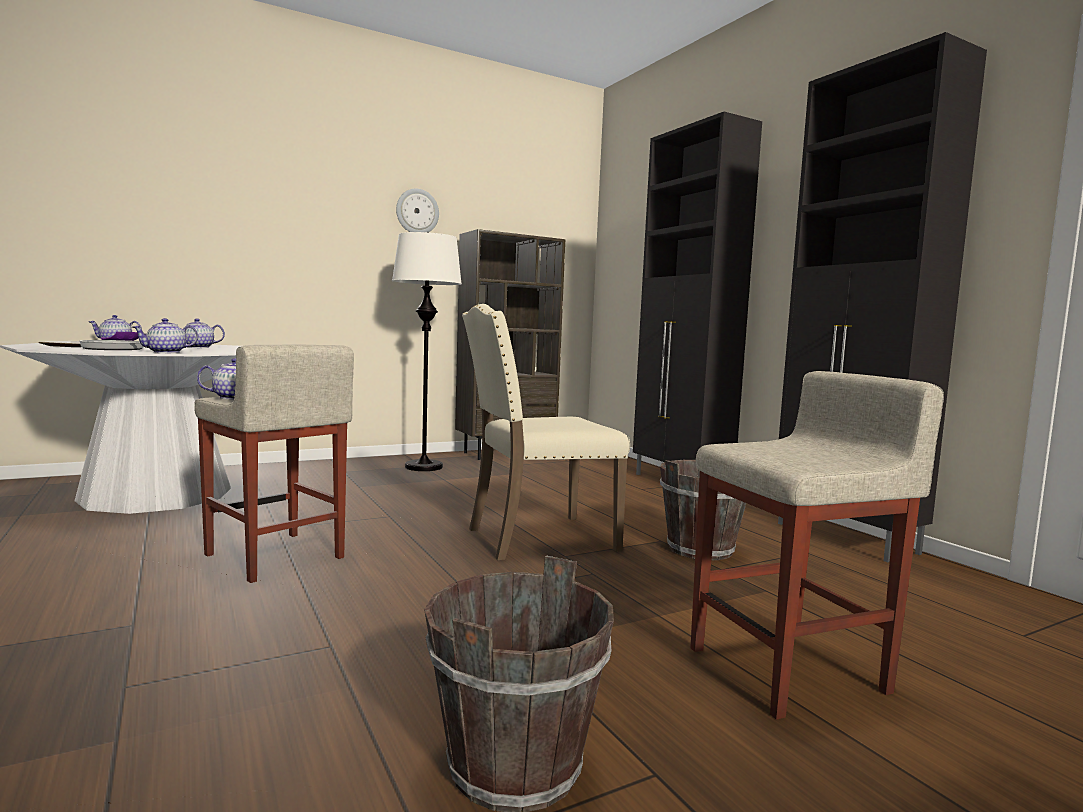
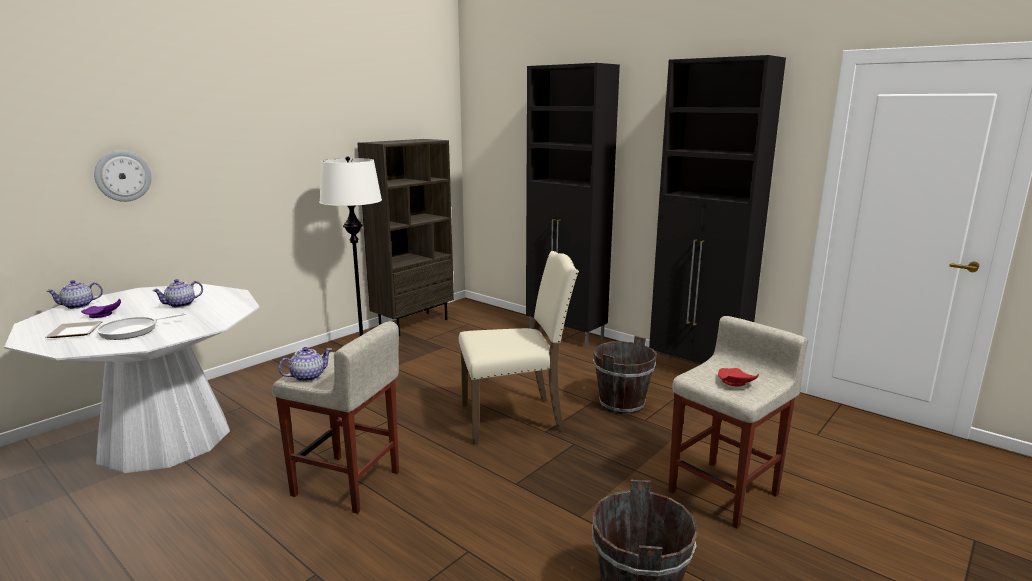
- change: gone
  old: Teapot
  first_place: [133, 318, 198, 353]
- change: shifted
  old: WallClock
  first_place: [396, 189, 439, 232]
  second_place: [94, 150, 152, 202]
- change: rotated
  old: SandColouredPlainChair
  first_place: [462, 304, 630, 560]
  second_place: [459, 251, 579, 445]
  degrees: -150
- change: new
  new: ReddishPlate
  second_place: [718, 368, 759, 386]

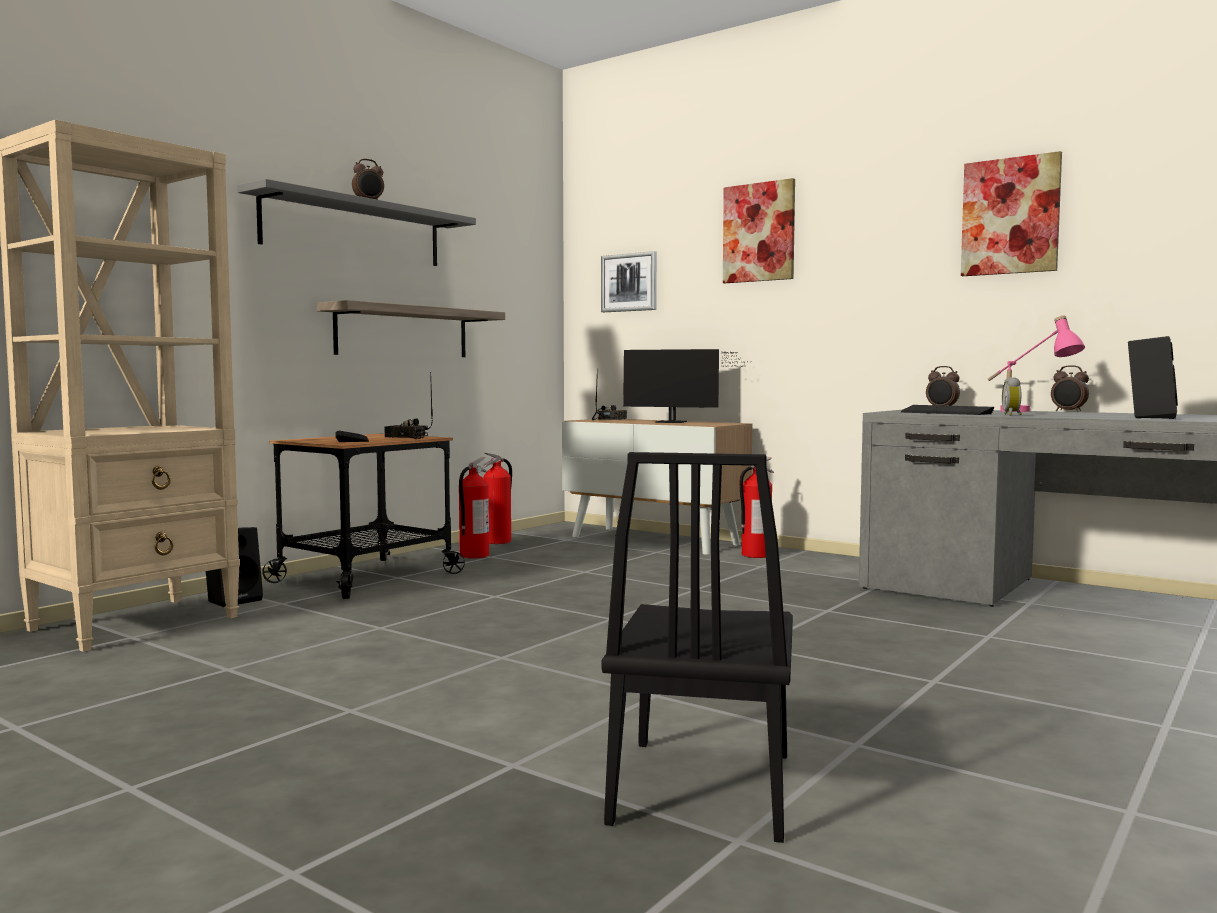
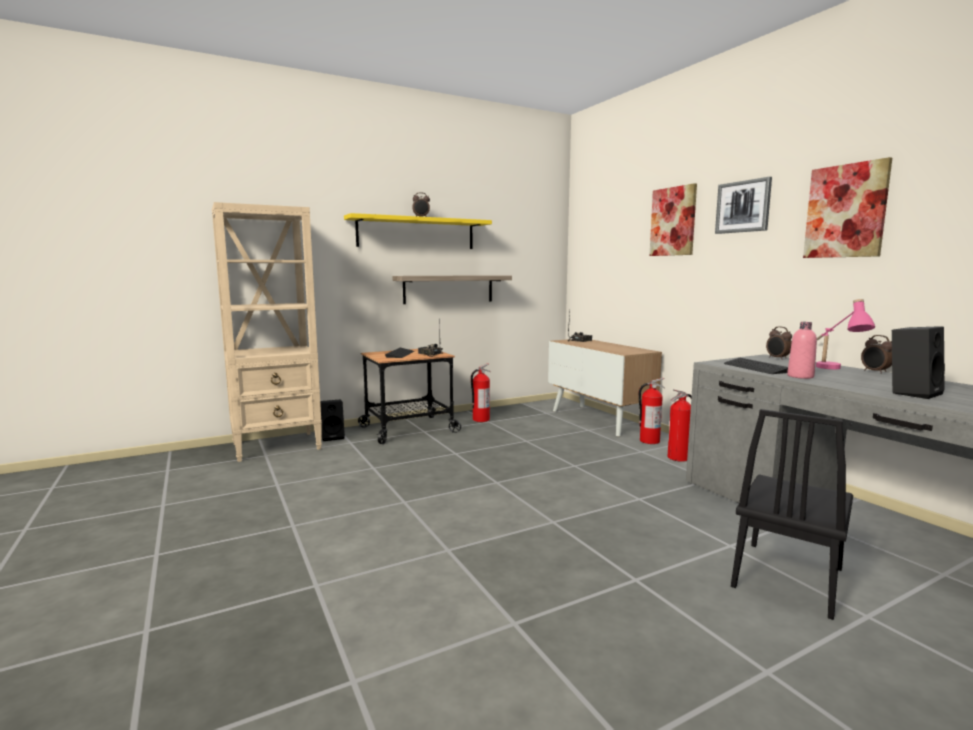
- change: repainted
  old: GreyShelf
  new: YellowShelf
  first_place: [237, 179, 476, 266]
  second_place: [344, 213, 492, 249]
- change: shifted
  old: FireFightingCylinder
  first_place: [482, 453, 512, 544]
  second_place: [667, 390, 692, 462]
- change: shifted
  old: Picture
  first_place: [601, 251, 657, 312]
  second_place: [715, 177, 772, 234]
- change: shifted
  old: BlackColouredPlainChair
  first_place: [602, 452, 793, 843]
  second_place: [731, 409, 853, 620]
- change: gone
  old: ComputerScreen
  first_place: [623, 349, 751, 423]
- change: swapped
  old: TableClock
  new: PinkColouredDrinkBottle
  first_place: [1002, 377, 1022, 415]
  second_place: [787, 322, 817, 379]

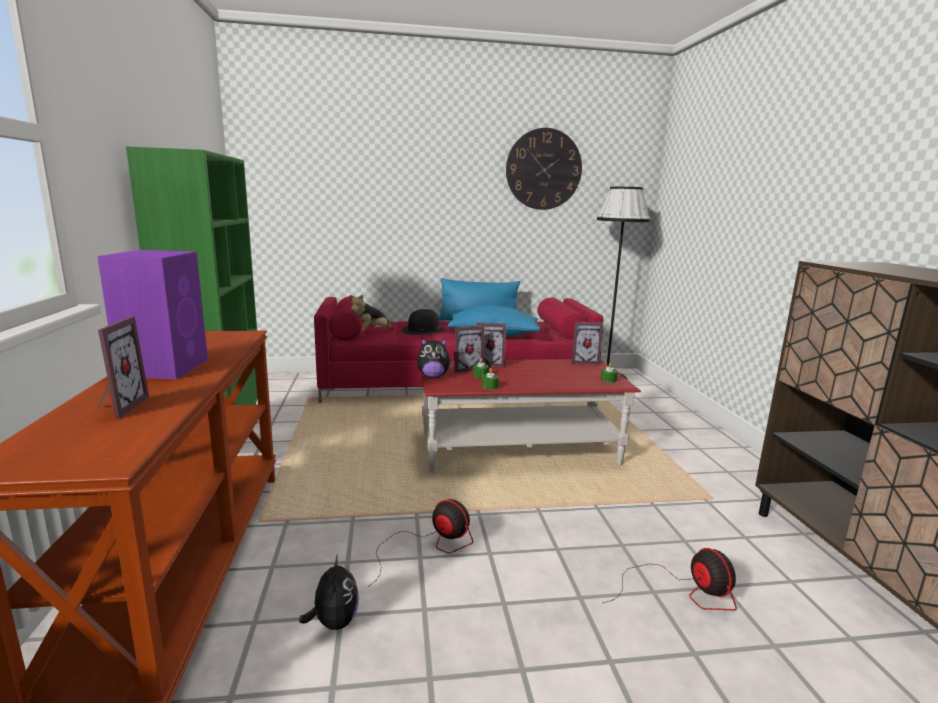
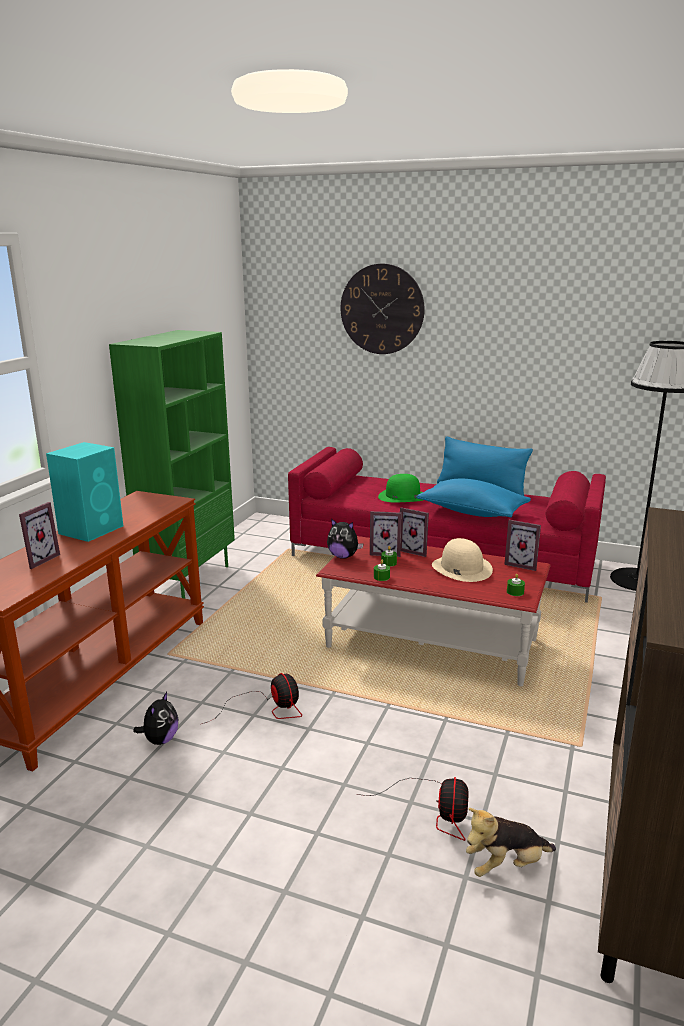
- change: repainted
  old: PurpleSpeaker
  new: TurquoiseSpeaker
  first_place: [97, 250, 208, 379]
  second_place: [46, 442, 123, 542]
- change: shifted
  old: SoftToy
  first_place: [349, 294, 393, 331]
  second_place: [466, 808, 556, 877]
- change: repainted
  old: BlackColouredWearableHat
  new: GreenColouredWearableHat
  first_place: [401, 309, 446, 335]
  second_place: [378, 474, 423, 502]
- change: shifted
  old: WallClock
  first_place: [506, 128, 582, 210]
  second_place: [341, 264, 425, 354]
- change: new
  new: SandColouredWearableHat
  second_place: [432, 538, 493, 582]

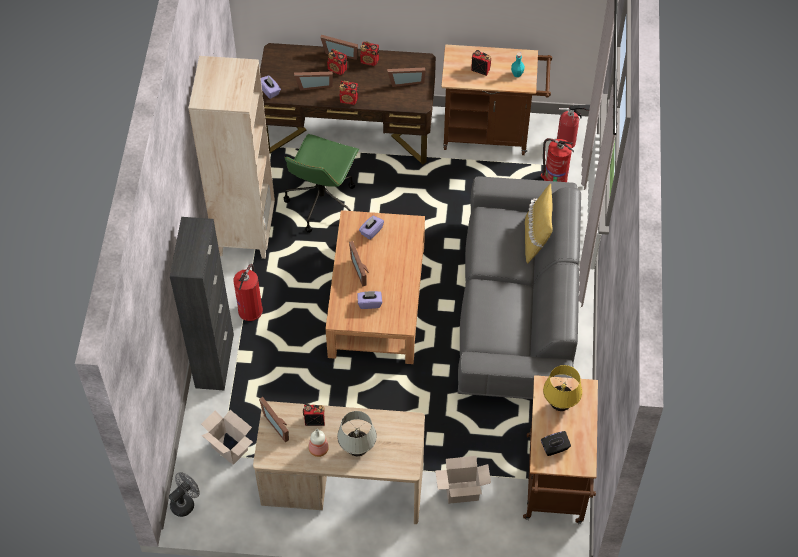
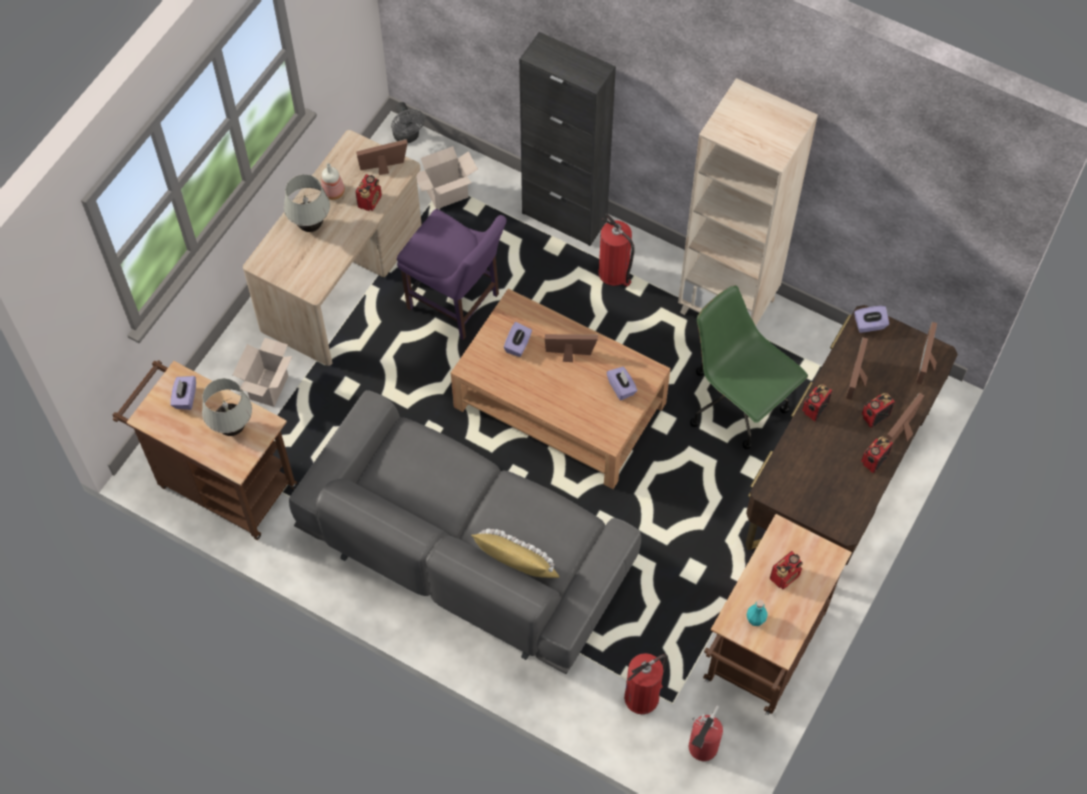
- change: shifted
  old: PhotoFrame
  first_place: [387, 67, 426, 87]
  second_place: [916, 322, 937, 385]
- change: repainted
  old: BlackColouredBoxOfTissues
  new: PurpleBoxOfTissues
  first_place: [541, 431, 571, 456]
  second_place: [170, 376, 196, 410]
- change: repainted
  old: YellowTableLamp
  new: WhitishTableLamp
  first_place: [543, 365, 582, 411]
  second_place: [202, 378, 252, 436]
- change: new
  new: PurplePlainChair
  second_place: [397, 209, 507, 340]

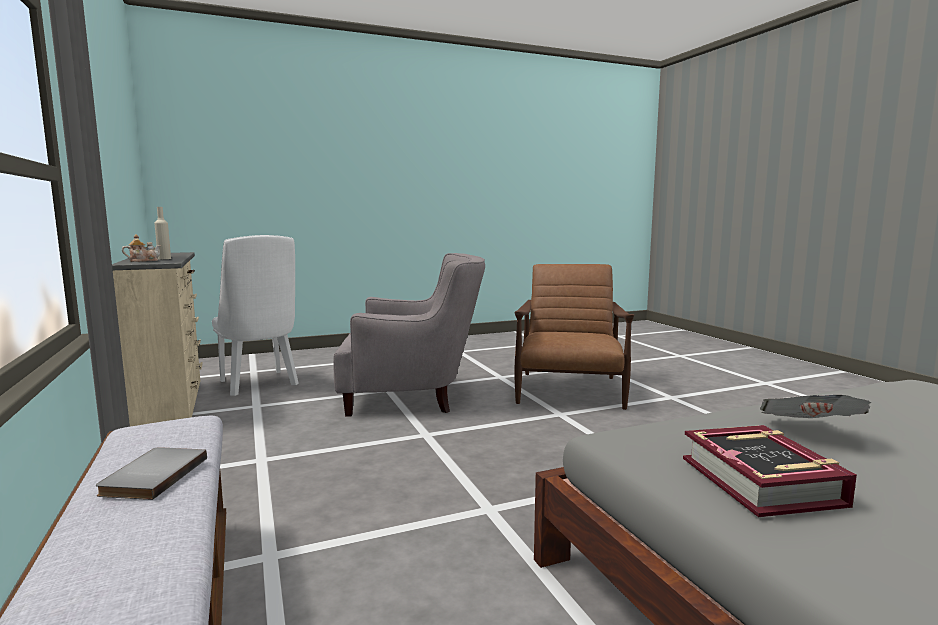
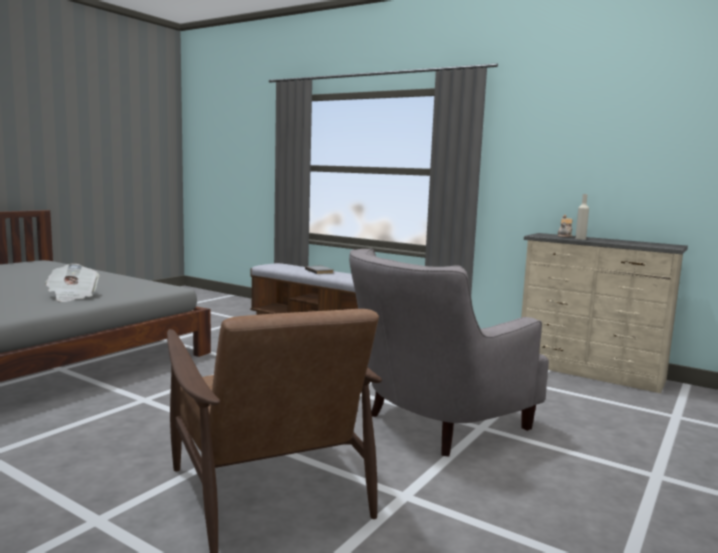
- change: gone
  old: WhitishPlainChair
  first_place: [212, 235, 299, 396]
- change: gone
  old: Volume
  first_place: [683, 425, 857, 517]

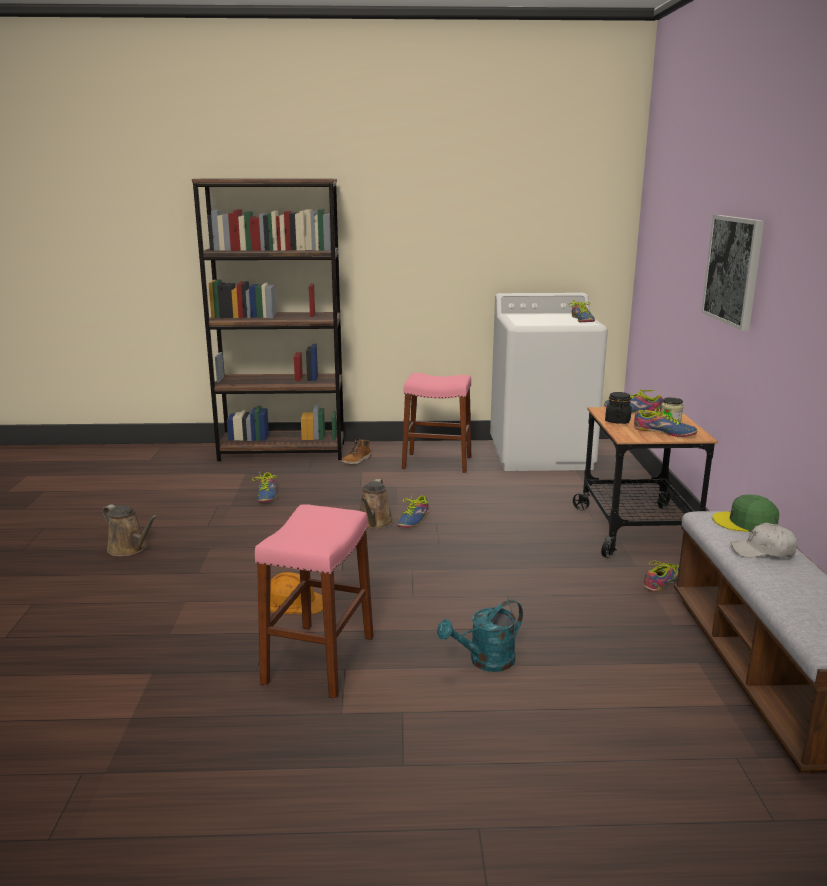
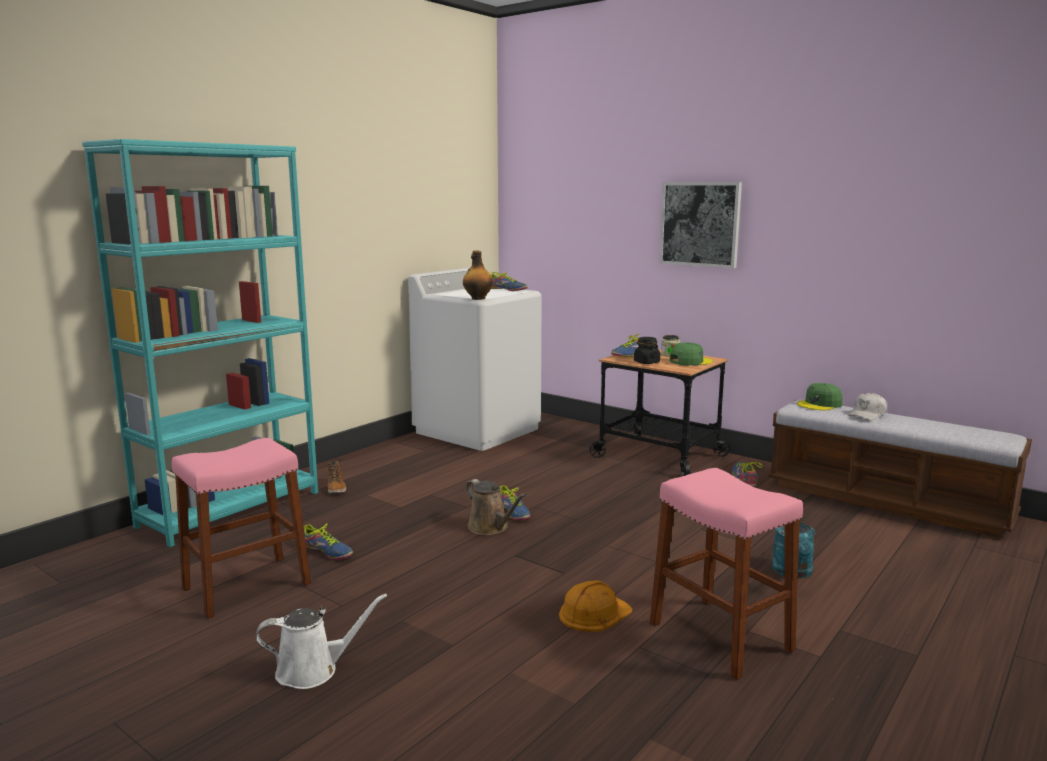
- change: repainted
  old: BrownWateringPot
  new: WhitishWateringPot
  first_place: [103, 504, 158, 556]
  second_place: [256, 594, 387, 689]
- change: repainted
  old: BrownBookshelf
  new: TurquoiseBookshelf
  first_place: [192, 178, 344, 461]
  second_place: [82, 139, 318, 547]
- change: shifted
  old: PinkColouredSittingStool
  first_place: [402, 373, 471, 473]
  second_place: [172, 438, 311, 619]
- change: swapped
  old: Shoe
  new: GreenColouredPeakedCap
  first_place: [634, 408, 697, 437]
  second_place: [670, 343, 713, 366]
- change: new
  new: DrinkBottle
  second_place: [463, 251, 493, 300]

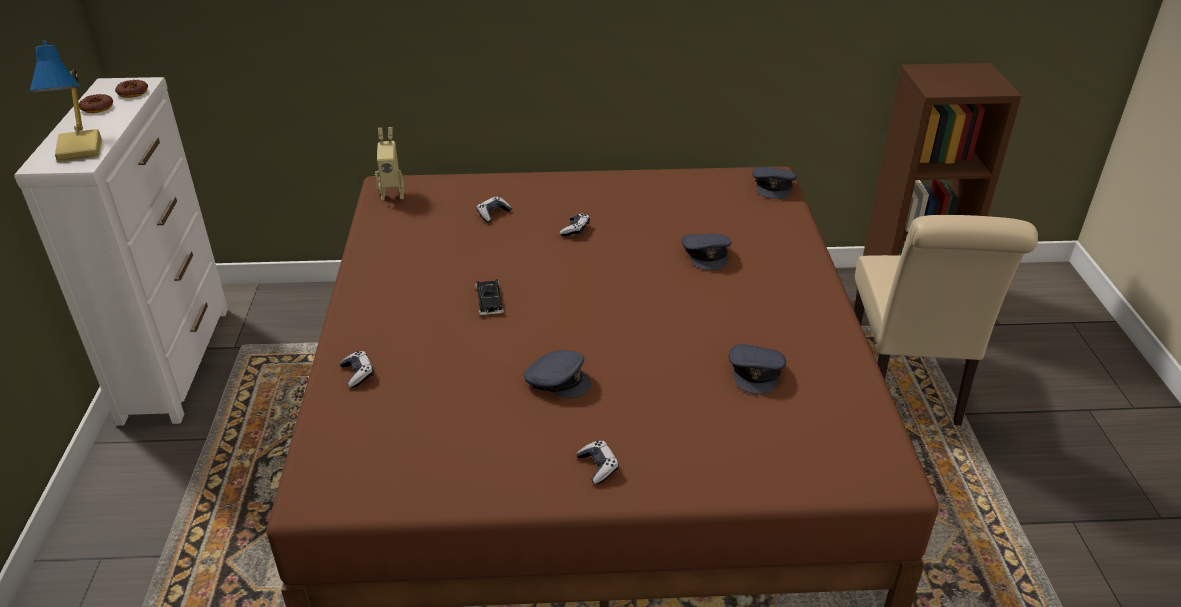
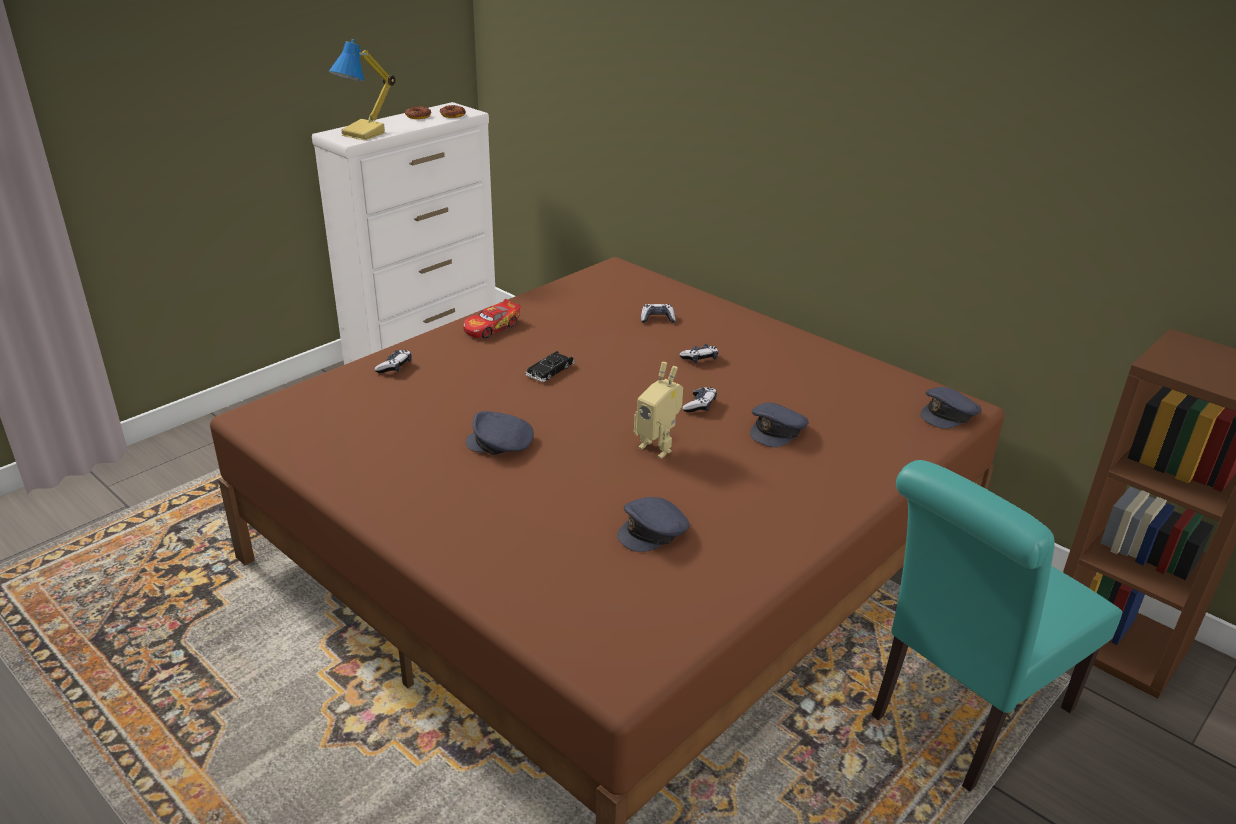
- change: shifted
  old: ModelRobot
  first_place: [375, 127, 404, 201]
  second_place: [634, 362, 683, 459]
- change: rotated
  old: GreyPeakedCap
  first_place: [524, 350, 591, 398]
  second_place: [466, 411, 534, 455]
  degrees: 120
- change: shifted
  old: Gamepad
  first_place: [576, 441, 619, 484]
  second_place: [682, 387, 717, 412]
- change: repainted
  old: SandColouredPlainChair
  new: TurquoisePlainChair
  first_place: [854, 215, 1038, 426]
  second_place: [872, 460, 1122, 792]
- change: new
  new: MiniatureCar
  second_place: [463, 299, 520, 339]

